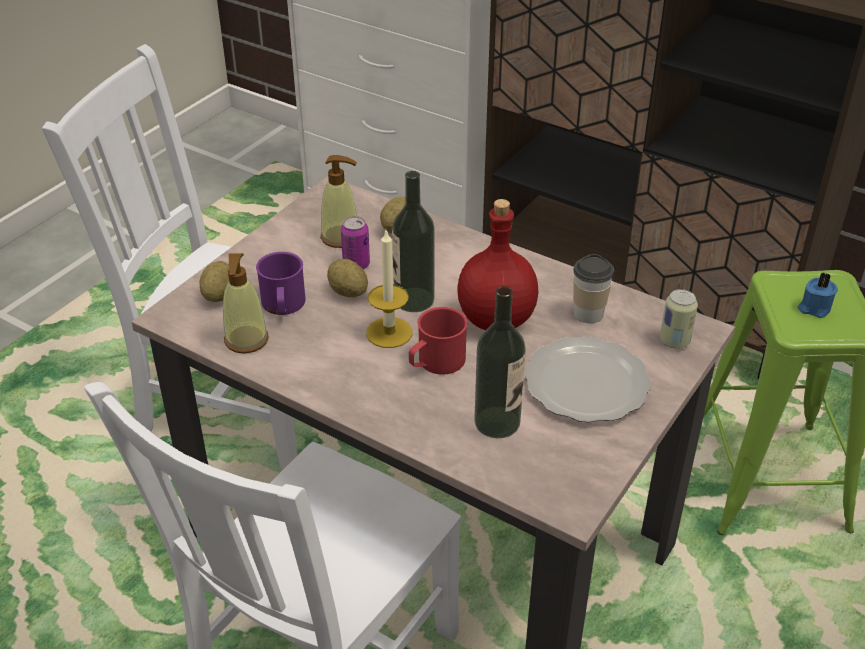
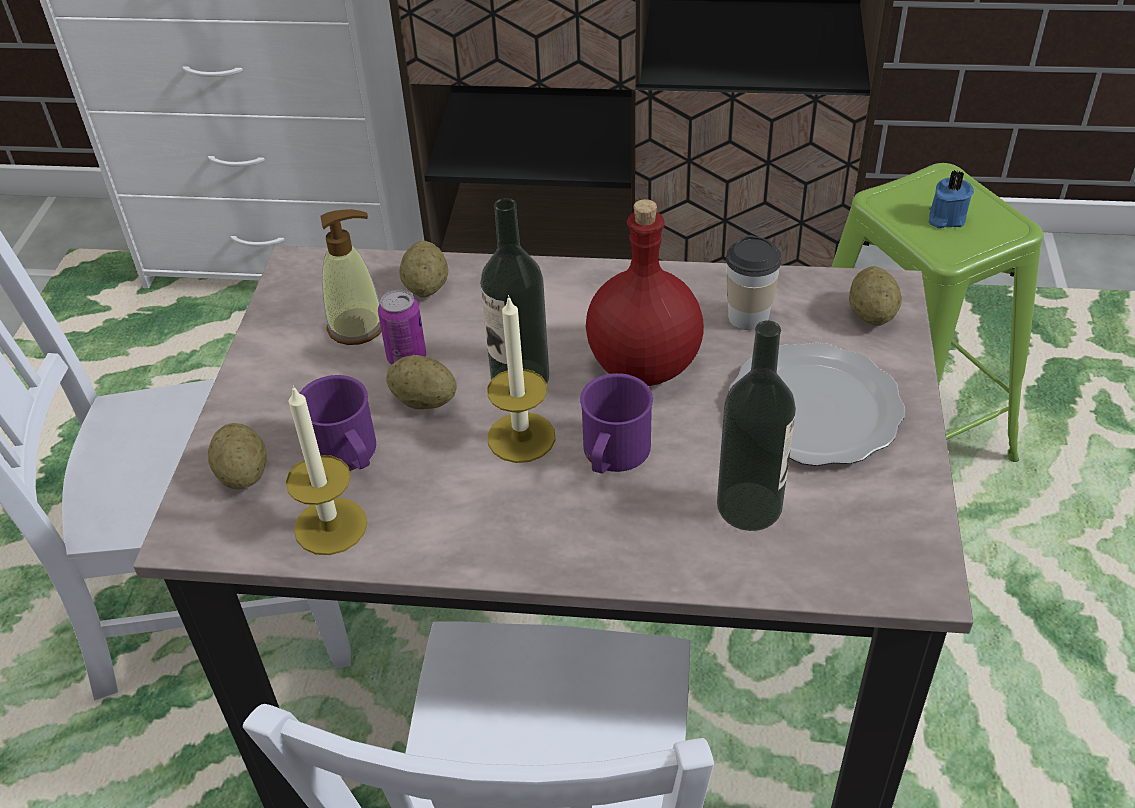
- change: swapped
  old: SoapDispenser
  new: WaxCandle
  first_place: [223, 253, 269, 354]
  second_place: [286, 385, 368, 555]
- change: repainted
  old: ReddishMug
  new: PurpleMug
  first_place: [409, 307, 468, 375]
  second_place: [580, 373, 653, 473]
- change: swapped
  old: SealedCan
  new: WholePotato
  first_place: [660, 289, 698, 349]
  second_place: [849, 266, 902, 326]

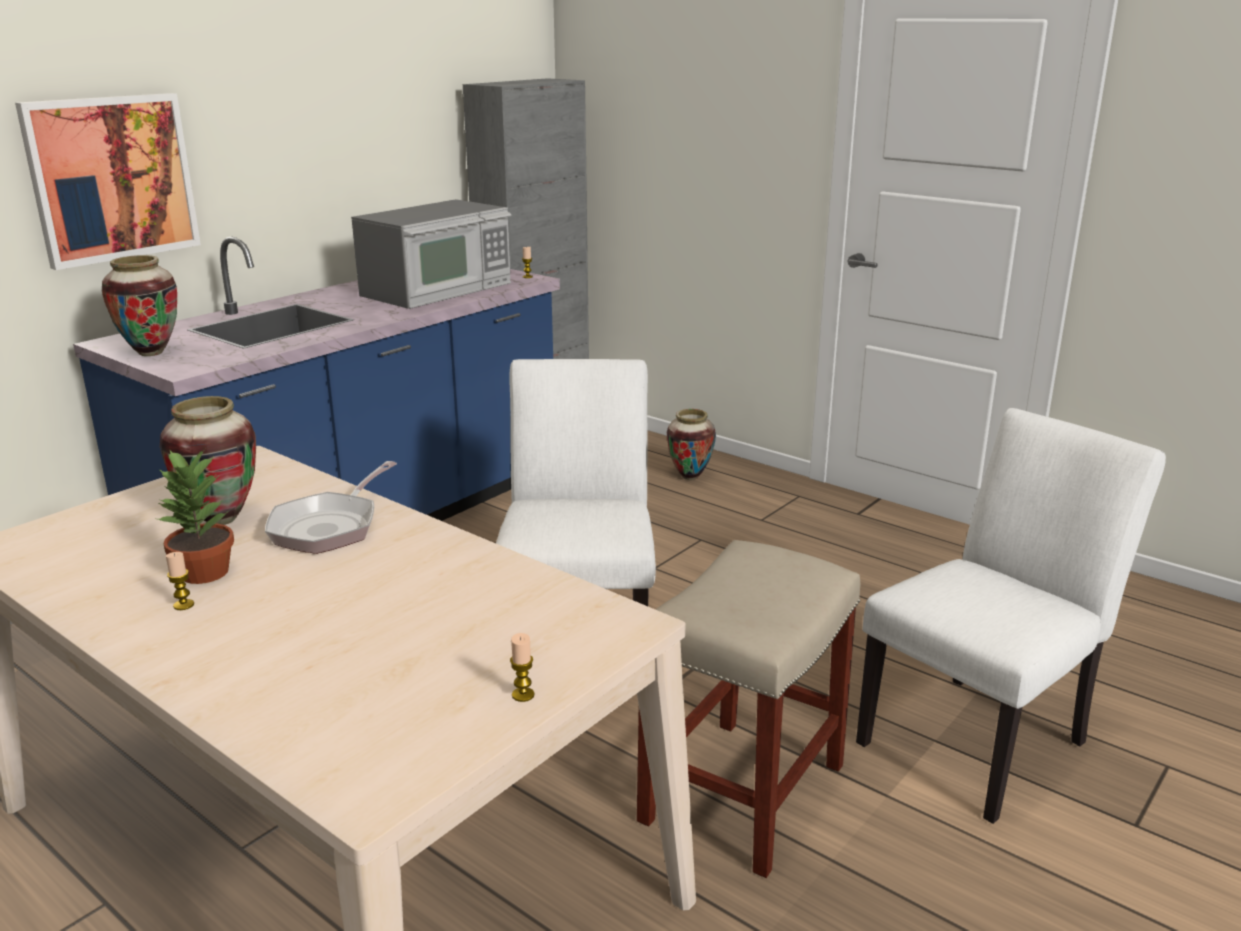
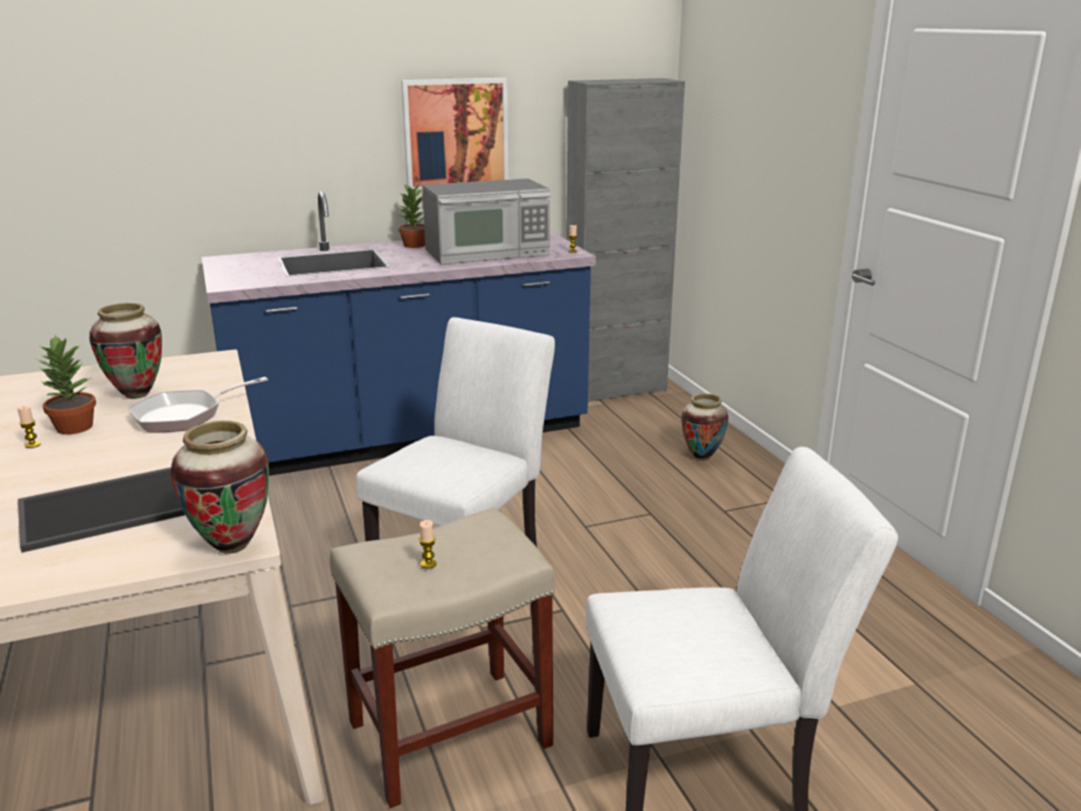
- change: shifted
  old: Picture
  first_place: [15, 93, 201, 270]
  second_place: [401, 78, 509, 192]
- change: shifted
  old: Vase
  first_place: [102, 255, 177, 356]
  second_place: [170, 421, 269, 554]
- change: shifted
  old: WaxCandle
  first_place: [510, 633, 534, 702]
  second_place: [419, 520, 437, 569]
- change: new
  new: ServingTray
  second_place: [18, 467, 185, 553]
- change: new
  new: PottedPlant
  second_place: [398, 184, 425, 248]

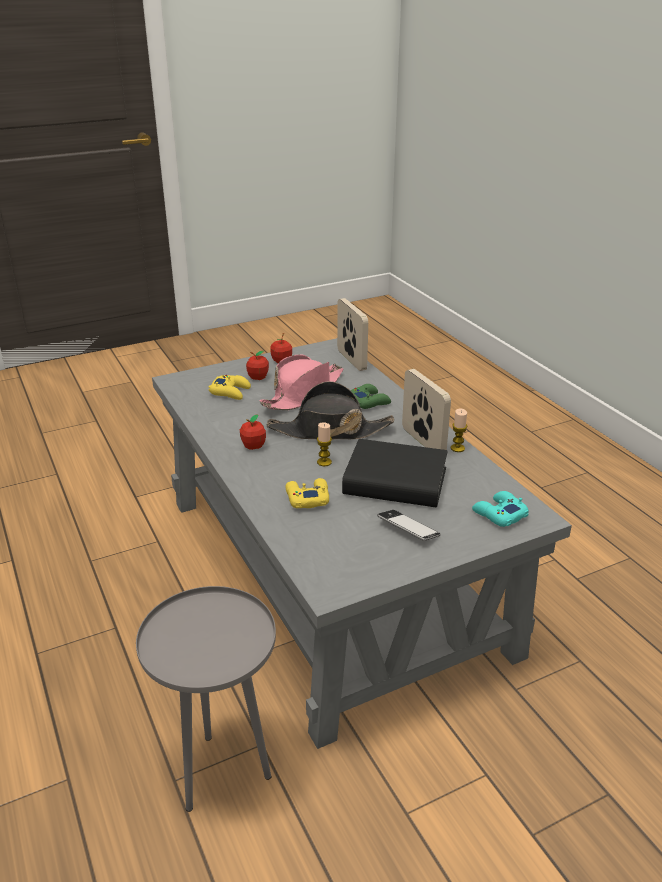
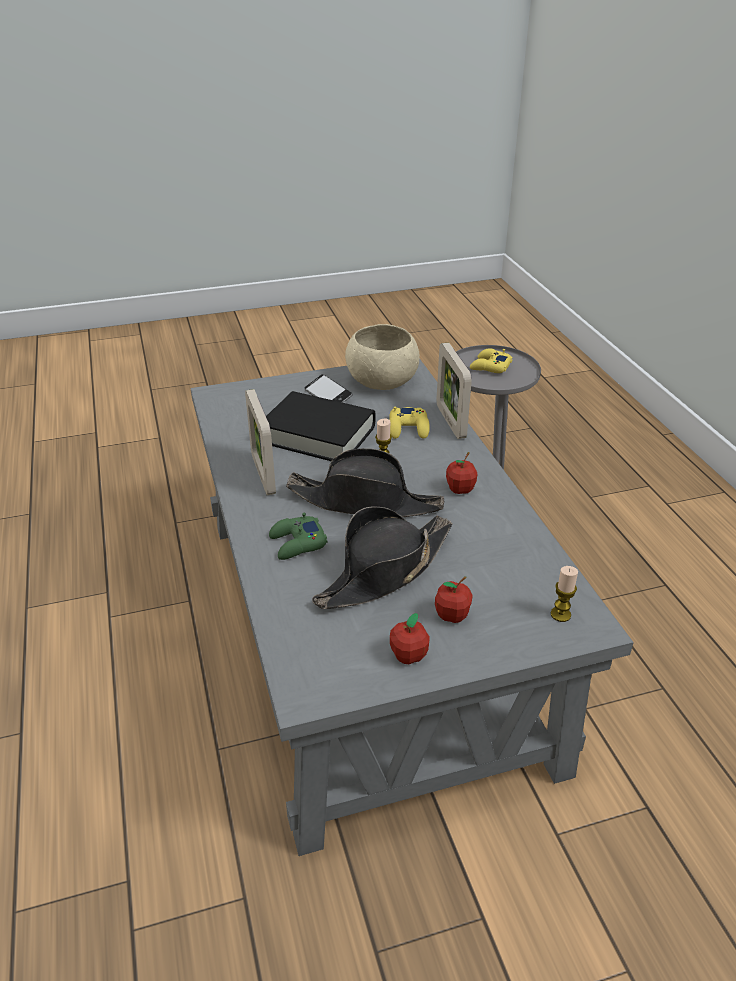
- change: shifted
  old: YellowGamepad
  first_place: [208, 375, 251, 400]
  second_place: [470, 348, 513, 373]
- change: repainted
  old: PinkColouredWearableHat
  new: BlackColouredWearableHat
  first_place: [260, 354, 344, 410]
  second_place: [312, 507, 453, 609]
- change: shifted
  old: PhotoFrame
  first_place: [337, 298, 368, 371]
  second_place: [437, 343, 472, 439]
- change: shifted
  old: WaxCandle
  first_place: [451, 409, 467, 452]
  second_place: [551, 566, 578, 622]
- change: gone
  old: TurquoiseGamepad
  first_place: [472, 491, 529, 527]
- change: new
  new: SandColouredBowl
  second_place: [345, 324, 420, 390]

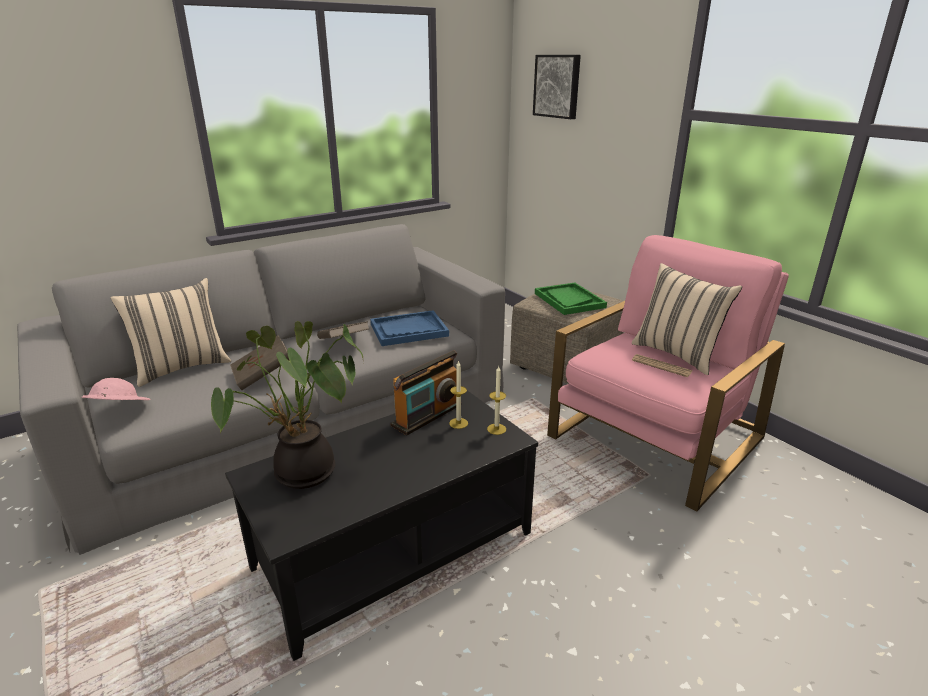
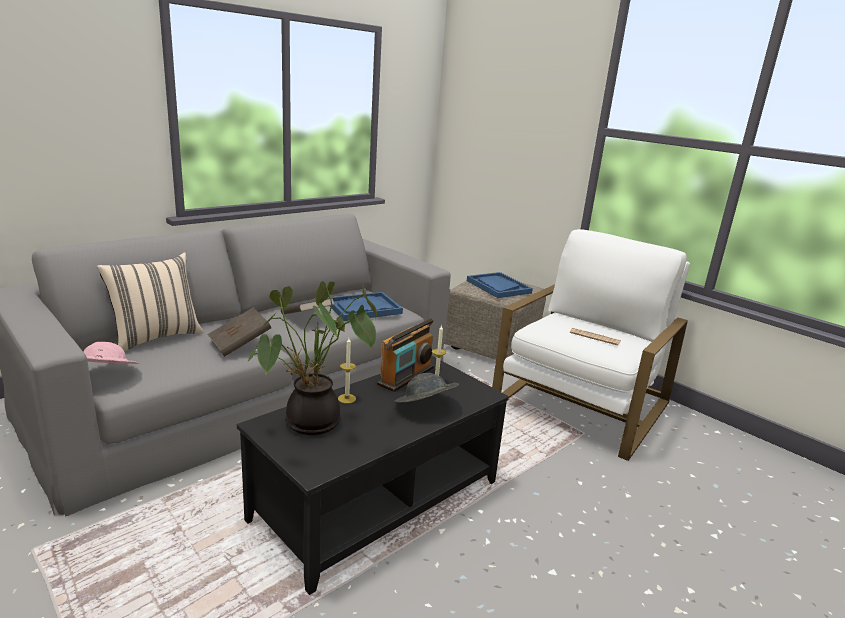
- change: shifted
  old: WaxCandle
  first_place: [487, 366, 506, 435]
  second_place: [338, 338, 356, 404]
- change: gone
  old: Picture
  first_place: [533, 55, 581, 119]
- change: repainted
  old: GreenColouredServingTray
  new: BluishServingTray
  first_place: [535, 283, 607, 315]
  second_place: [467, 272, 533, 298]
- change: repainted
  old: PinkColouredEasyChair
  new: WhitishEasyChair
  first_place: [547, 235, 789, 512]
  second_place: [492, 229, 690, 461]
- change: gone
  old: SandColouredPillow
  first_place: [632, 263, 742, 375]
- change: new
  new: GreyWearableHat
  second_place: [394, 373, 459, 403]

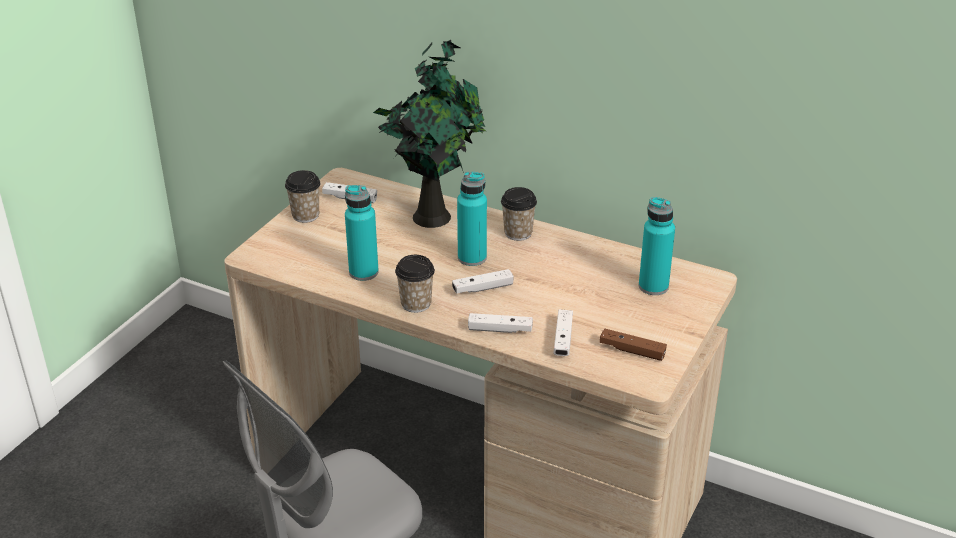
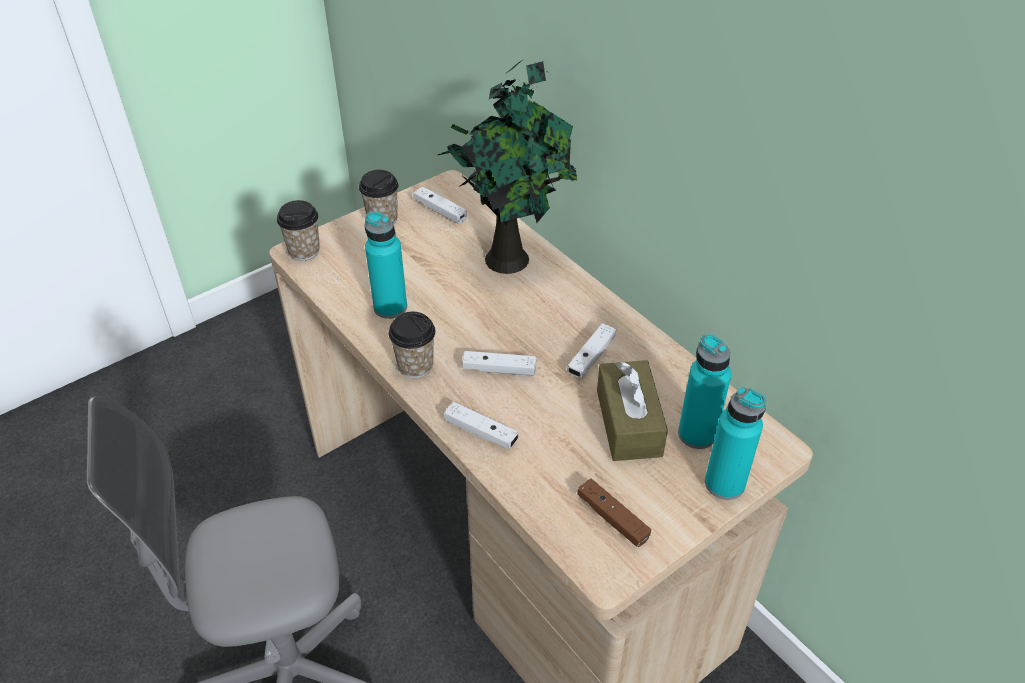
- change: shifted
  old: TurquoiseDrinkBottle
  first_place: [457, 172, 487, 266]
  second_place: [705, 387, 766, 500]
- change: shifted
  old: SmallCup
  first_place: [501, 187, 537, 241]
  second_place: [277, 200, 320, 261]
- change: shifted
  old: WhitishGamepad
  first_place: [553, 310, 573, 356]
  second_place: [567, 323, 616, 378]
- change: new
  new: BrownBoxOfTissues
  second_place: [597, 360, 668, 461]

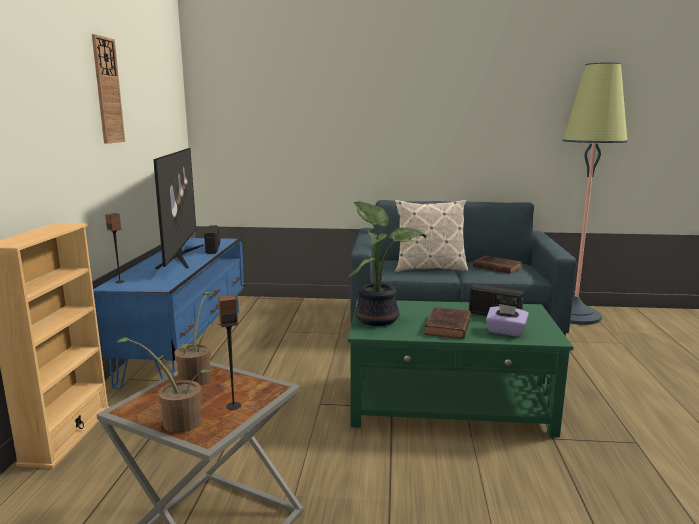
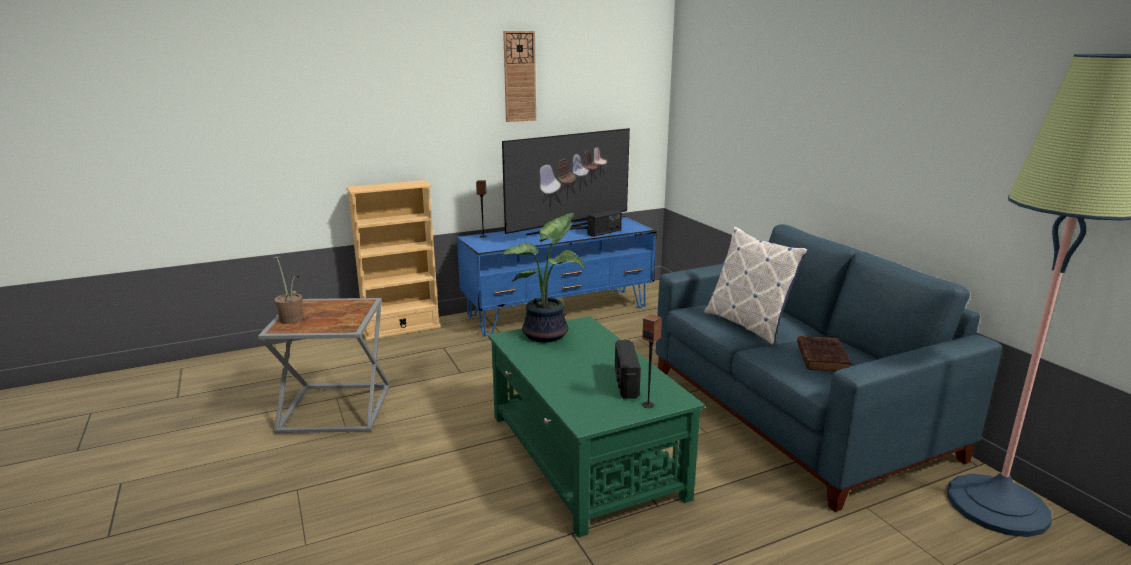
- change: gone
  old: PottedPlant
  first_place: [174, 292, 221, 385]
- change: shifted
  old: Speaker
  first_place: [218, 294, 241, 410]
  second_place: [642, 314, 662, 408]
- change: gone
  old: BrownVolume
  first_place: [424, 307, 471, 339]
- change: gone
  old: PurpleBoxOfTissues
  first_place: [486, 304, 529, 337]

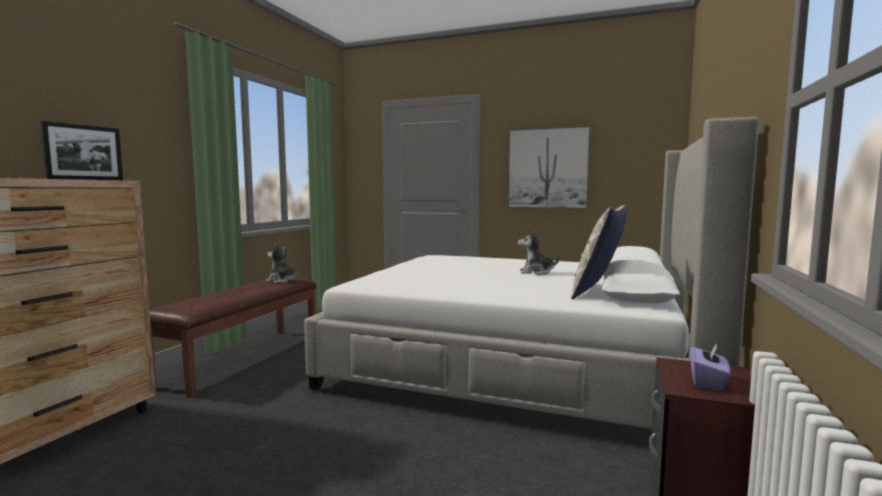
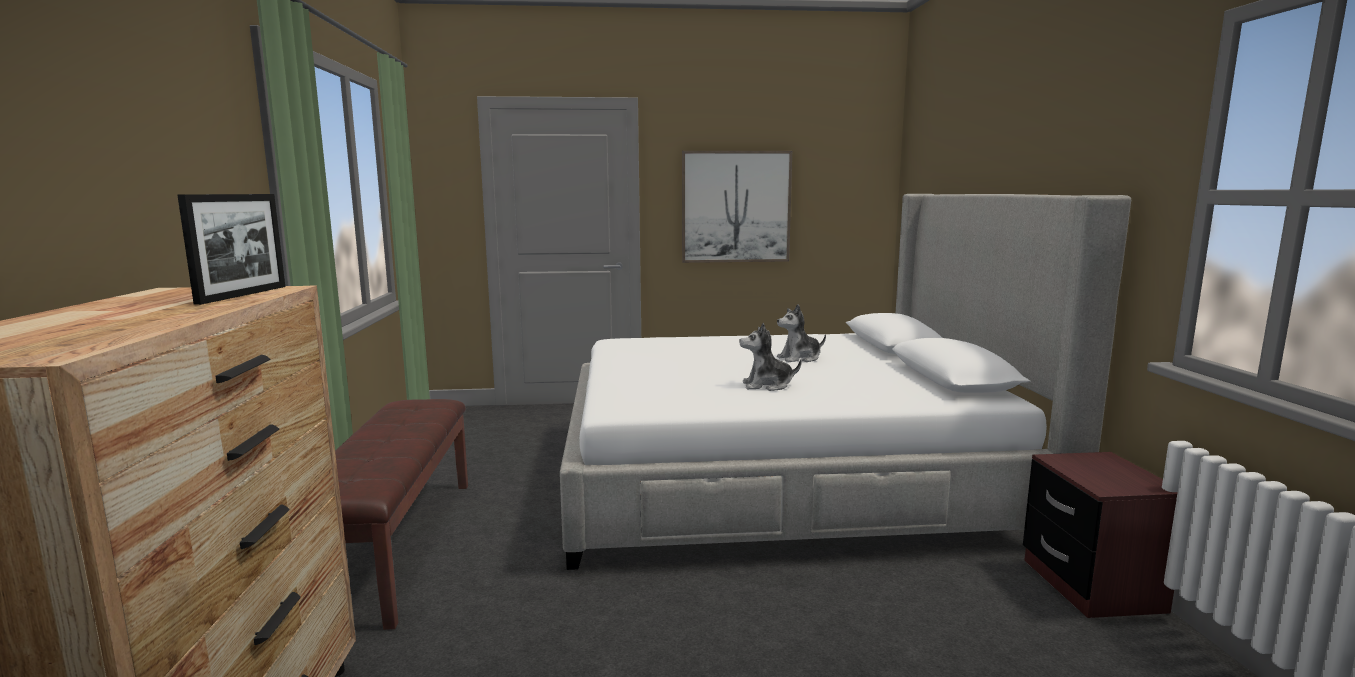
- change: shifted
  old: SoftToy
  first_place: [266, 243, 298, 283]
  second_place: [739, 323, 802, 391]
- change: gone
  old: Pillow
  first_place: [571, 205, 627, 299]
- change: gone
  old: PurpleBoxOfTissues
  first_place: [691, 342, 730, 391]

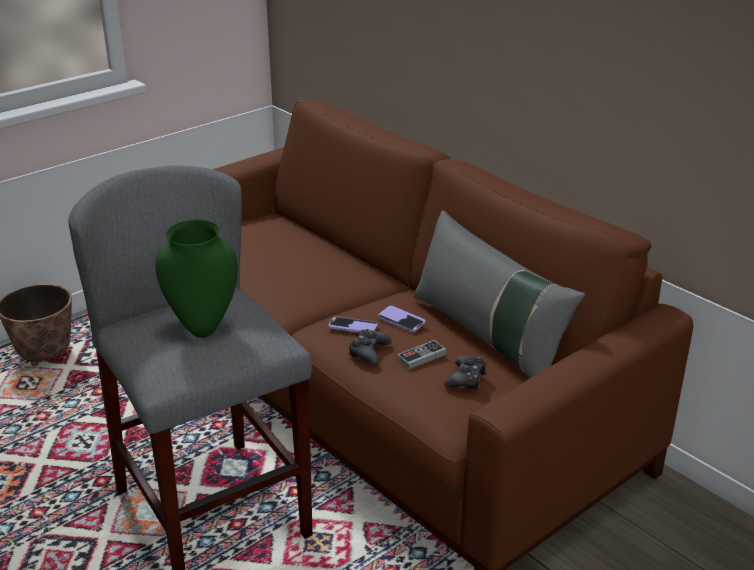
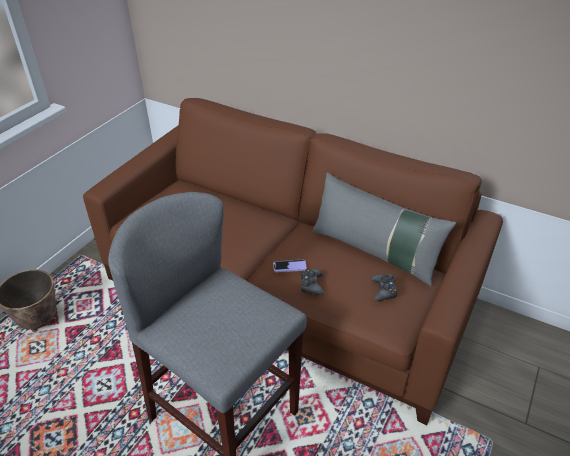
- change: gone
  old: GreenColouredVase
  first_place: [155, 219, 238, 338]
- change: gone
  old: Handset
  first_place: [378, 306, 426, 333]
- change: gone
  old: Gamepad
  first_place: [397, 340, 446, 369]

